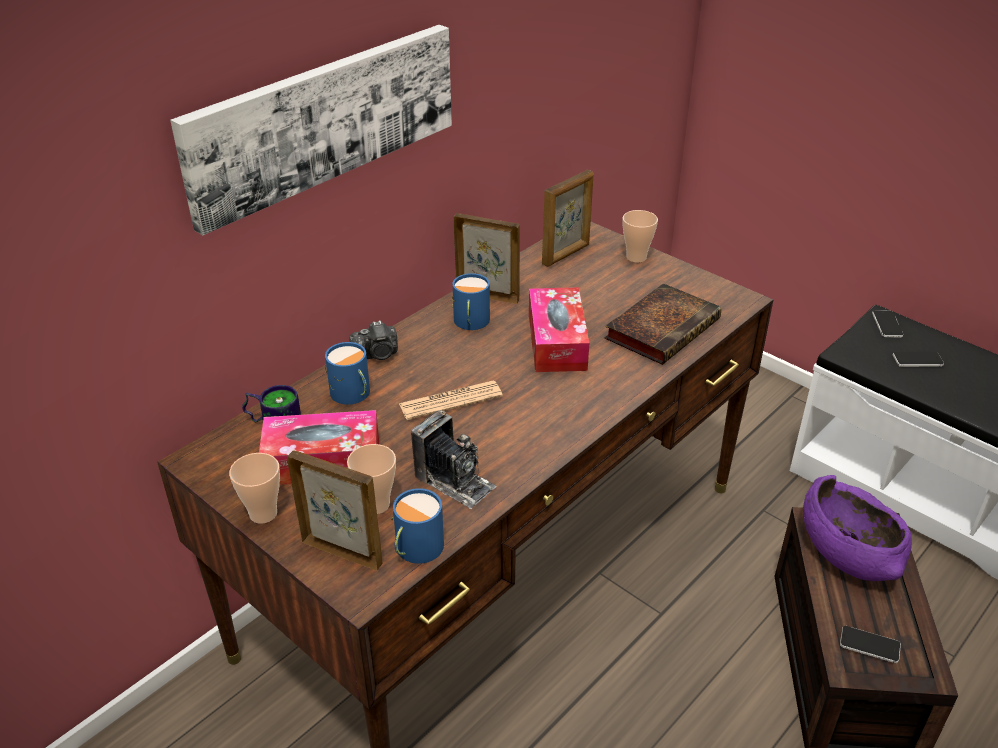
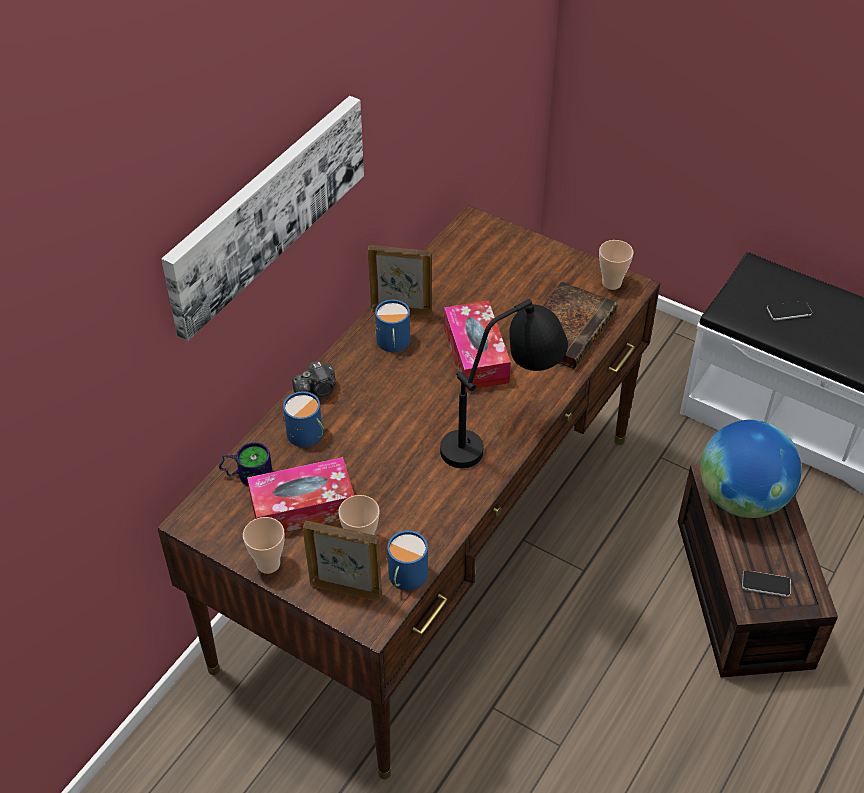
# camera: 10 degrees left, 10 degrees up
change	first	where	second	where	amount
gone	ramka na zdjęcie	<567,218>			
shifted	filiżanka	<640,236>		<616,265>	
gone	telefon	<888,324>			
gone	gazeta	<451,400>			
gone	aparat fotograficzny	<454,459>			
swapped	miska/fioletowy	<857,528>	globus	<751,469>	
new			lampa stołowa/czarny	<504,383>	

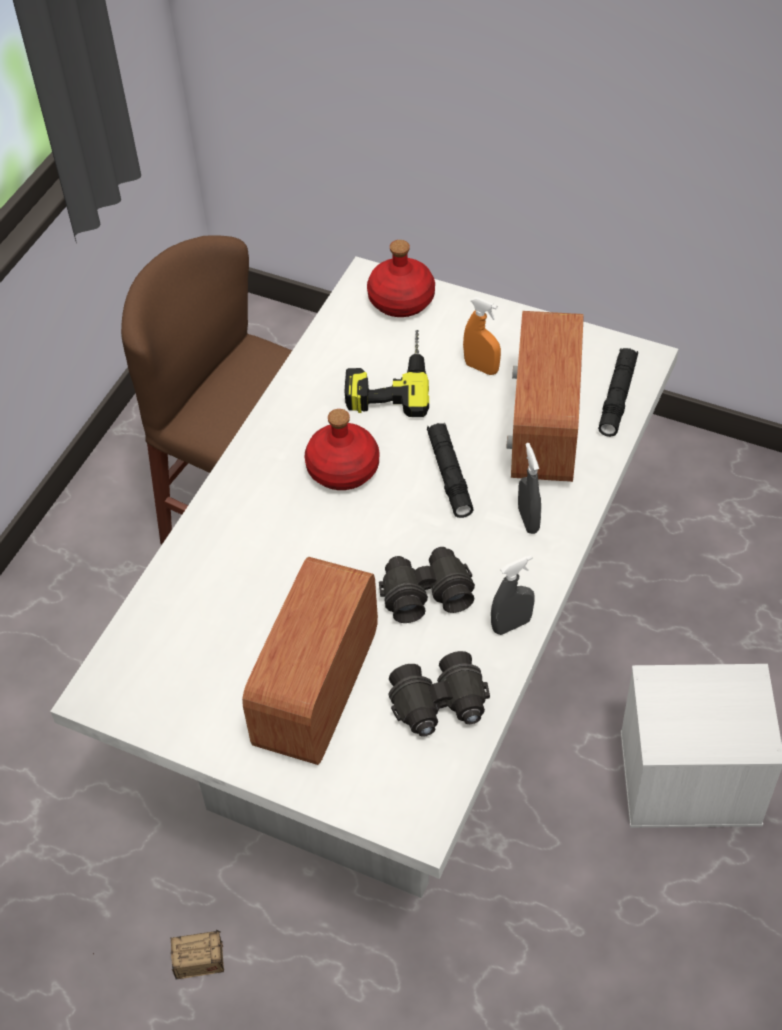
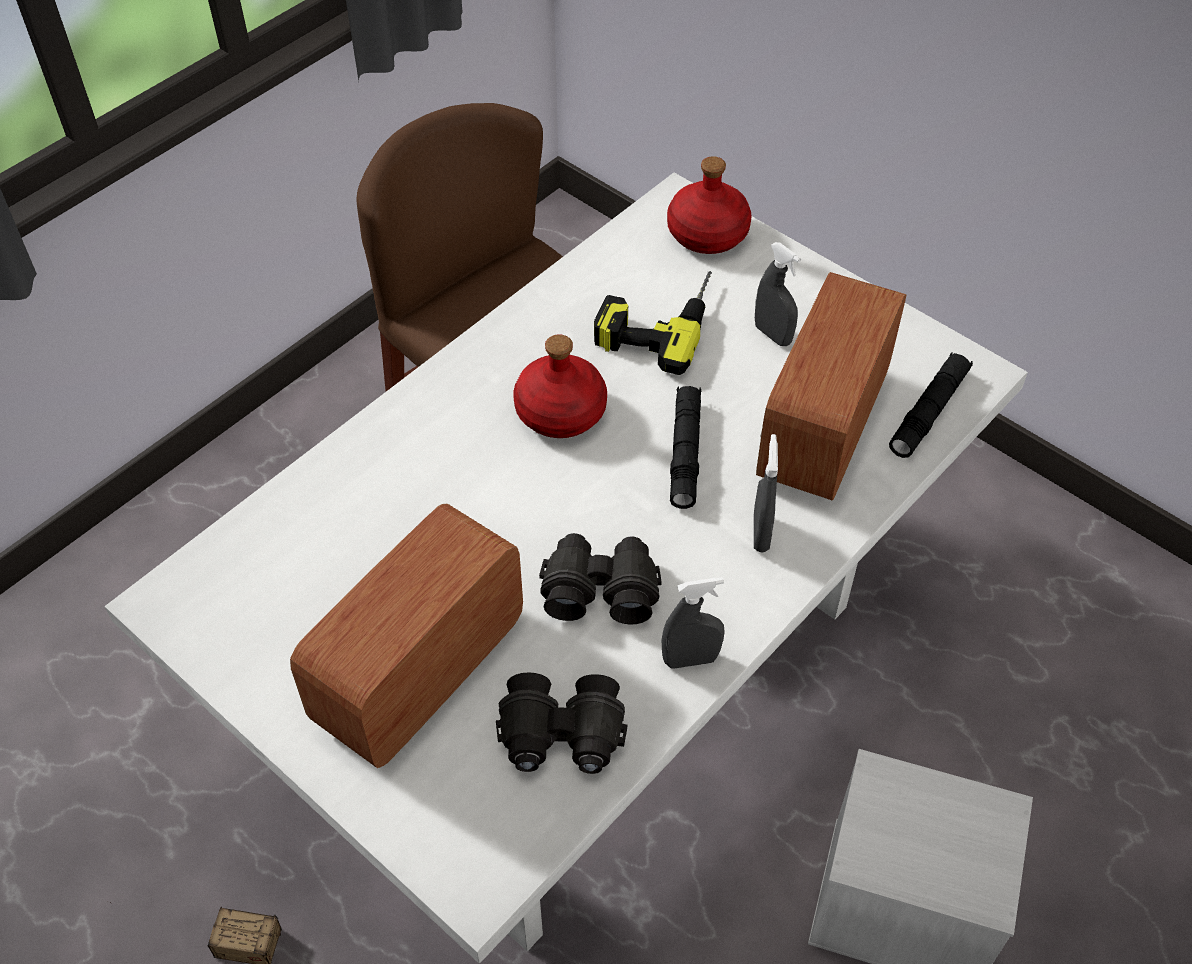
# camera: 15 degrees right, 0 degrees up
change	first	where	second	where	amount
repainted	spryskiwacz/pomarańczowy	<482,336>	spryskiwacz/szary	<778,294>	

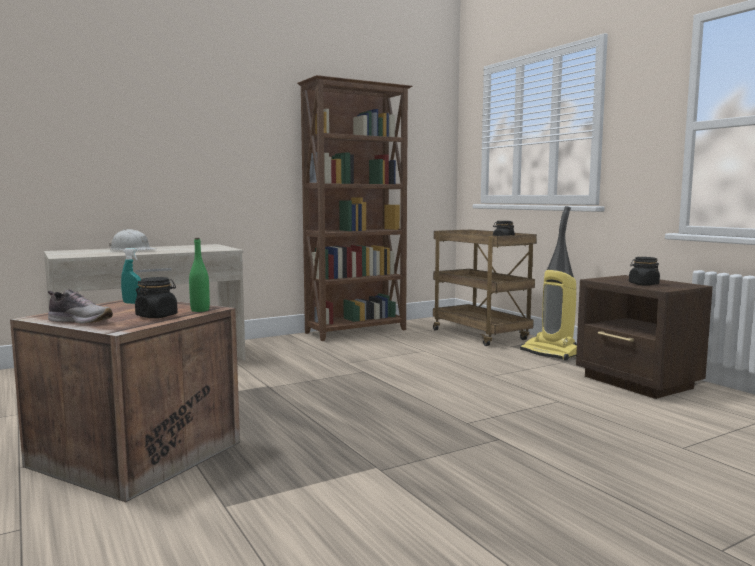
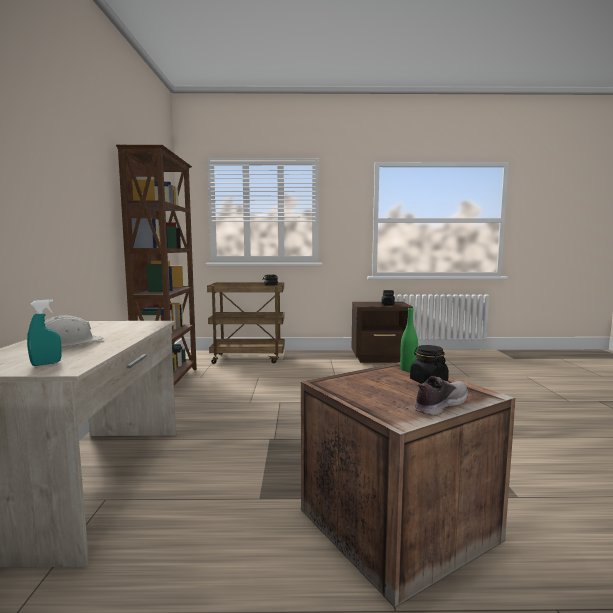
# camera: 60 degrees left, 0 degrees up
change	first	where	second	where	amount
gone	odkurzacz	<548,283>			
shifted	spryskiwacz/turkusowy	<131,276>		<44,332>	

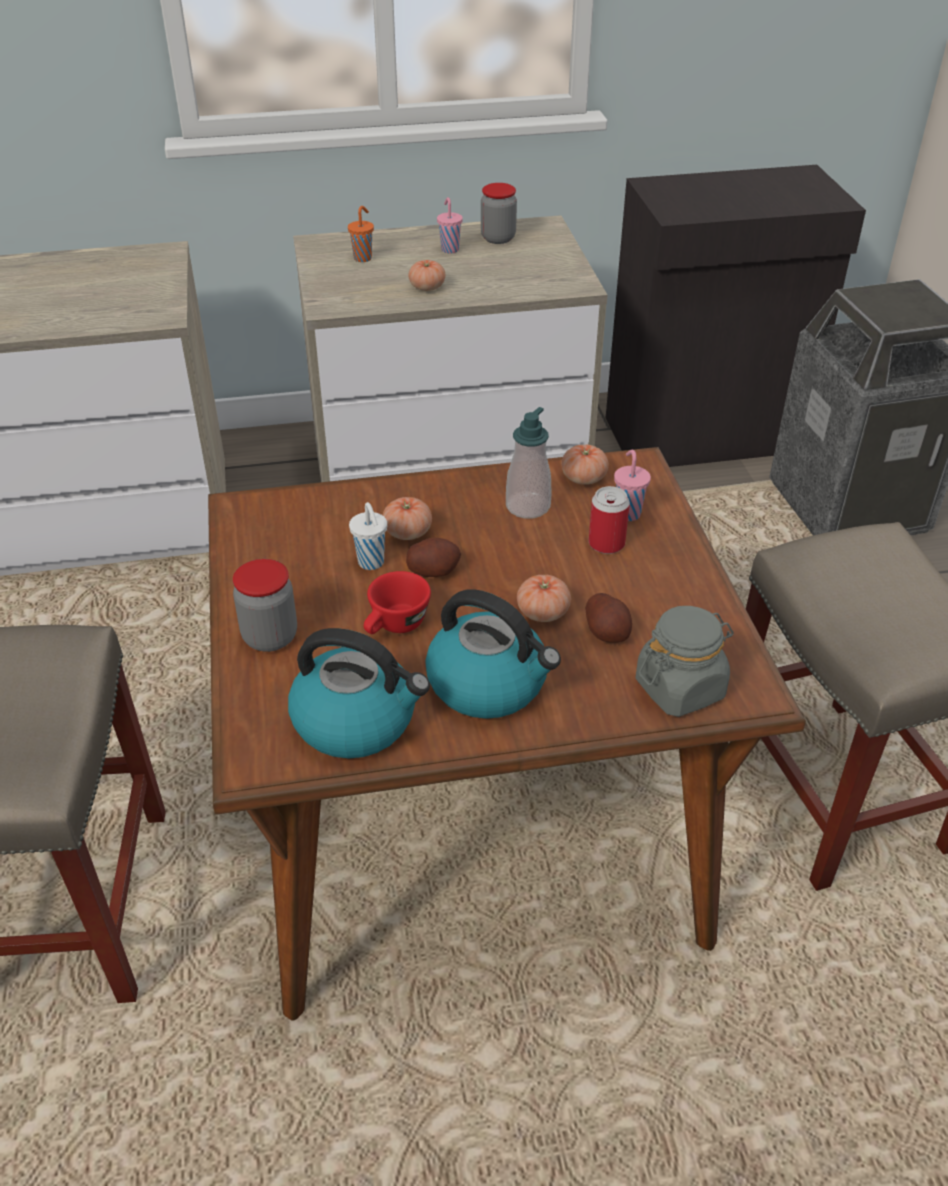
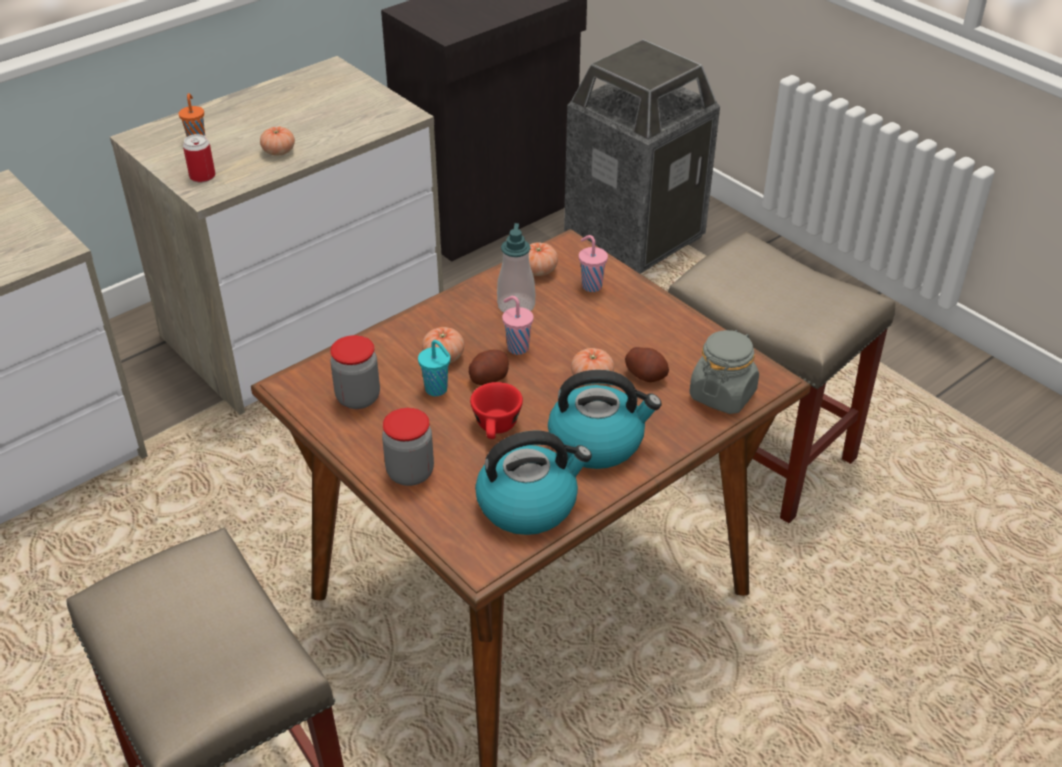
# camera: 30 degrees left, 0 degrees up
change	first	where	second	where	amount
shifted	słoik	<499,213>		<355,372>	
shifted	filiżanka/różowy	<450,225>		<517,325>	
shifted	puszka	<609,520>		<199,158>	
repainted	filiżanka/biały	<368,536>	filiżanka/turkusowy	<434,368>	

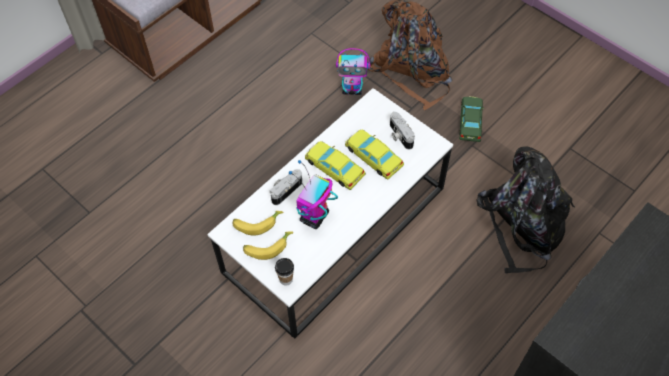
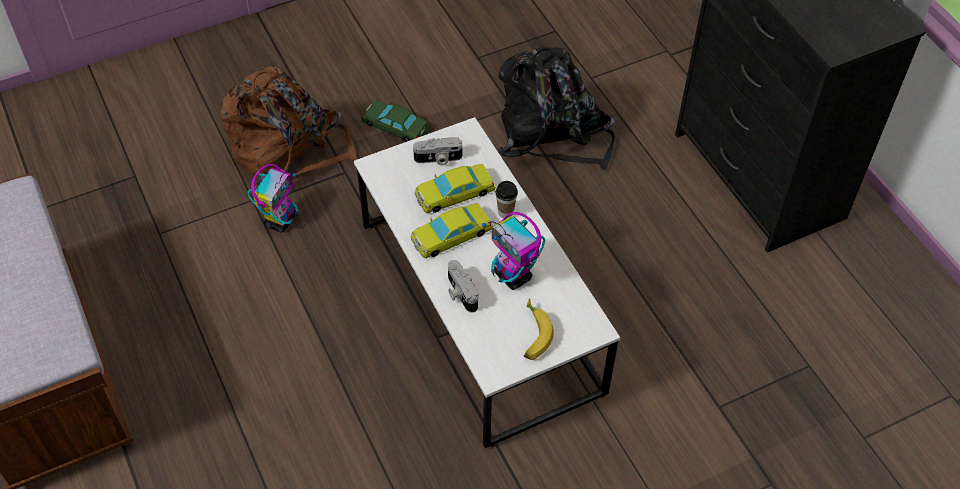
# camera: 70 degrees left, 5 degrees down
change	first	where	second	where	amount
gone	banan	<258,223>			
shifted	filiżanka	<284,272>		<506,199>	

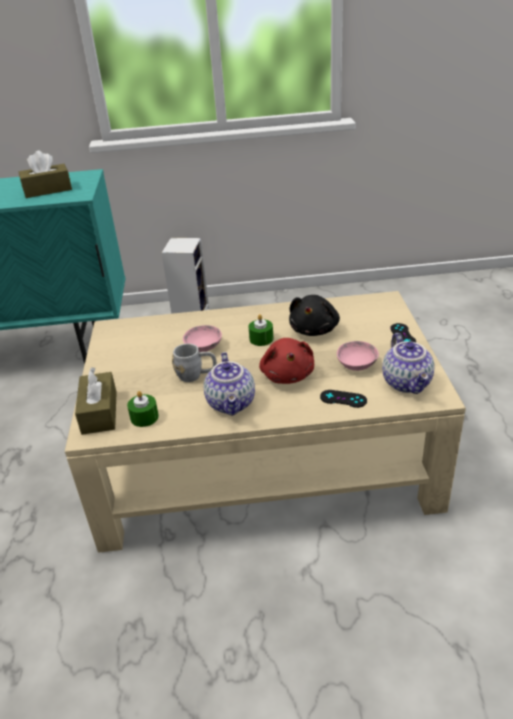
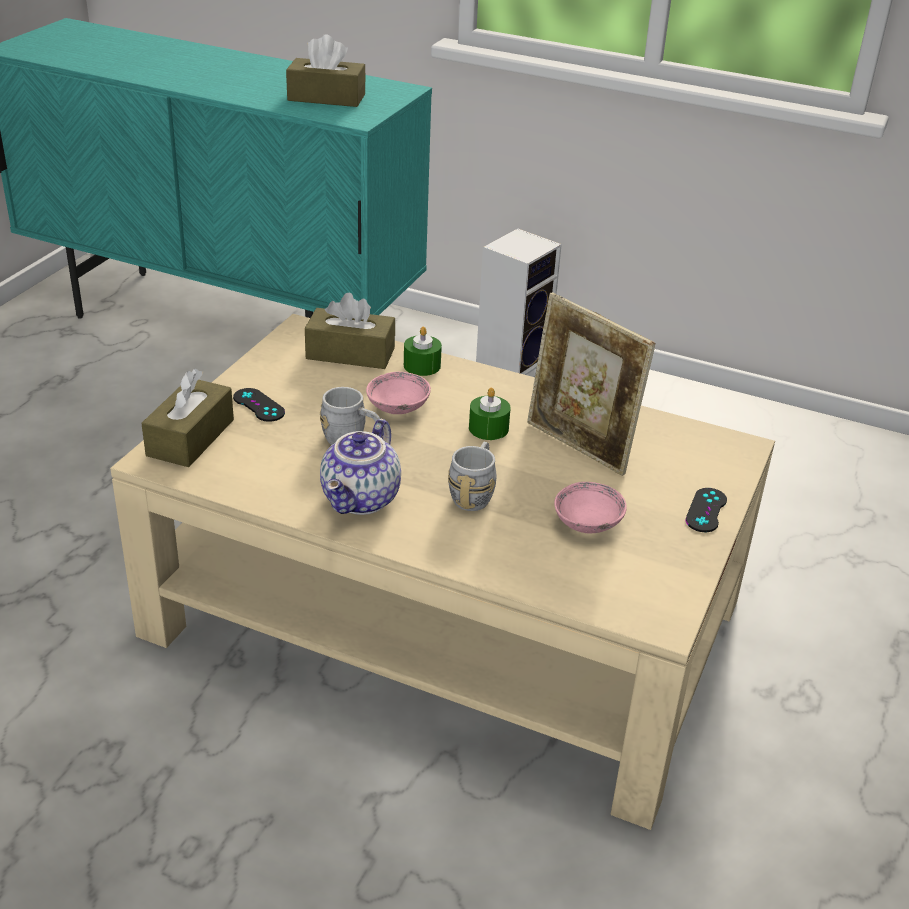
# camera: 25 degrees right, 0 degrees up
change	first	where	second	where	amount
swapped	pluszak/czarny	<314,315>	ramka na zdjęcie	<591,384>	
gone	imbryk	<408,363>			
swapped	pluszak/czerwony	<286,361>	kubek/szary	<472,476>	
shifted	pad do gier/czarny	<343,399>		<259,405>	
shifted	świeca/zielony	<143,409>		<423,351>	
new			pudełko chusteczek/brązowy	<350,331>	

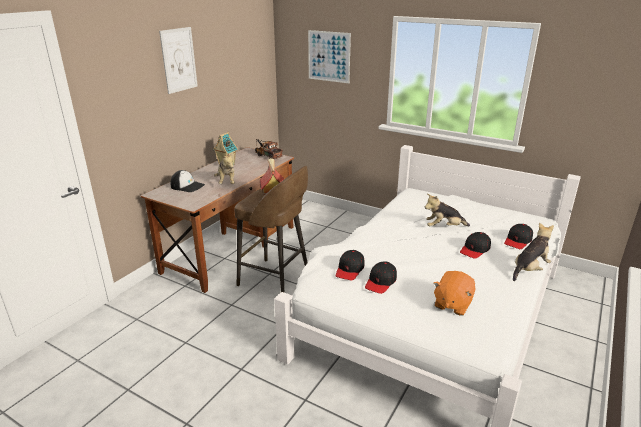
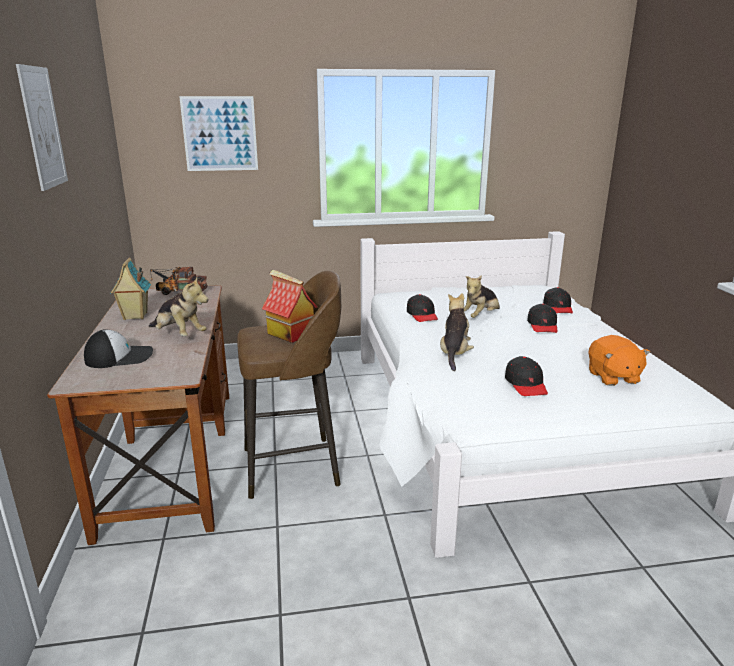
# camera: 40 degrees left, 5 degrees down
change	first	where	second	where	amount
shifted	pluszak	<533,251>		<457,332>	
shifted	czapka z daszkiem/czarny	<350,265>		<422,308>	

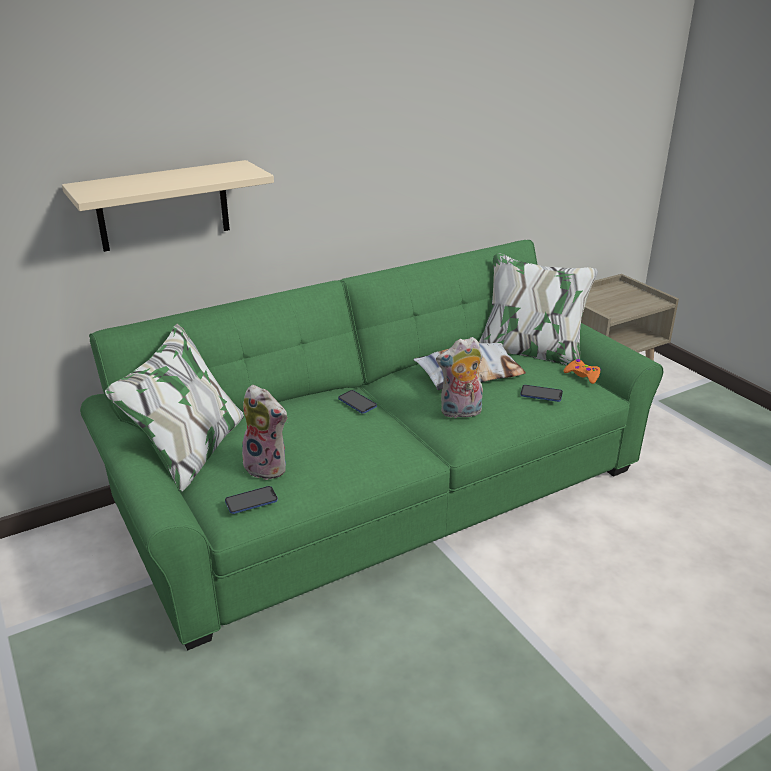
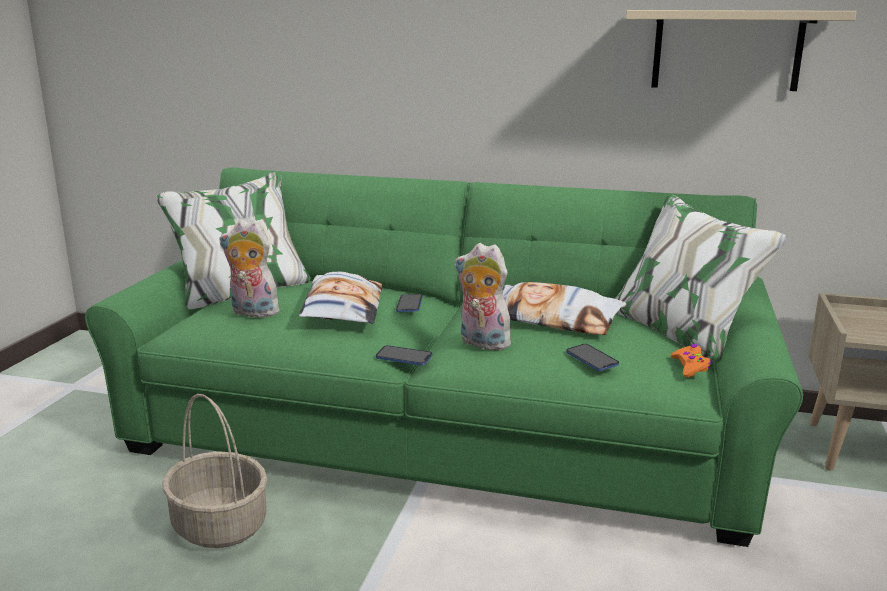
# camera: 45 degrees right, 10 degrees down
change	first	where	second	where	amount
shifted	półka/beżowy	<168,206>		<741,50>	
rotated	pluszak	<264,432>		<249,268>	120 degrees clockwise
shifted	telefon	<251,500>		<404,355>	
new			poduszka	<340,297>	
new			koszyk	<215,471>	

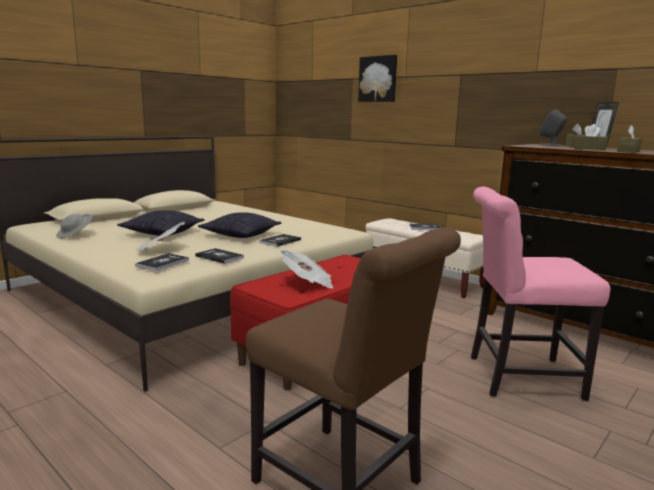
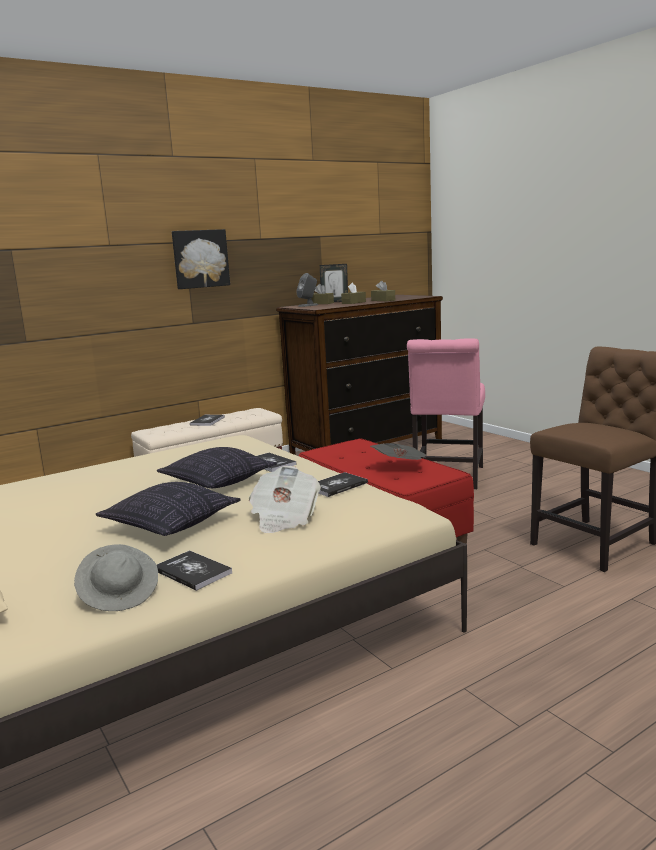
# camera: 75 degrees left, 0 degrees up
change	first	where	second	where	amount
shifted	obraz	<377,78>		<201,259>	
shifted	książka	<162,262>		<194,570>	

